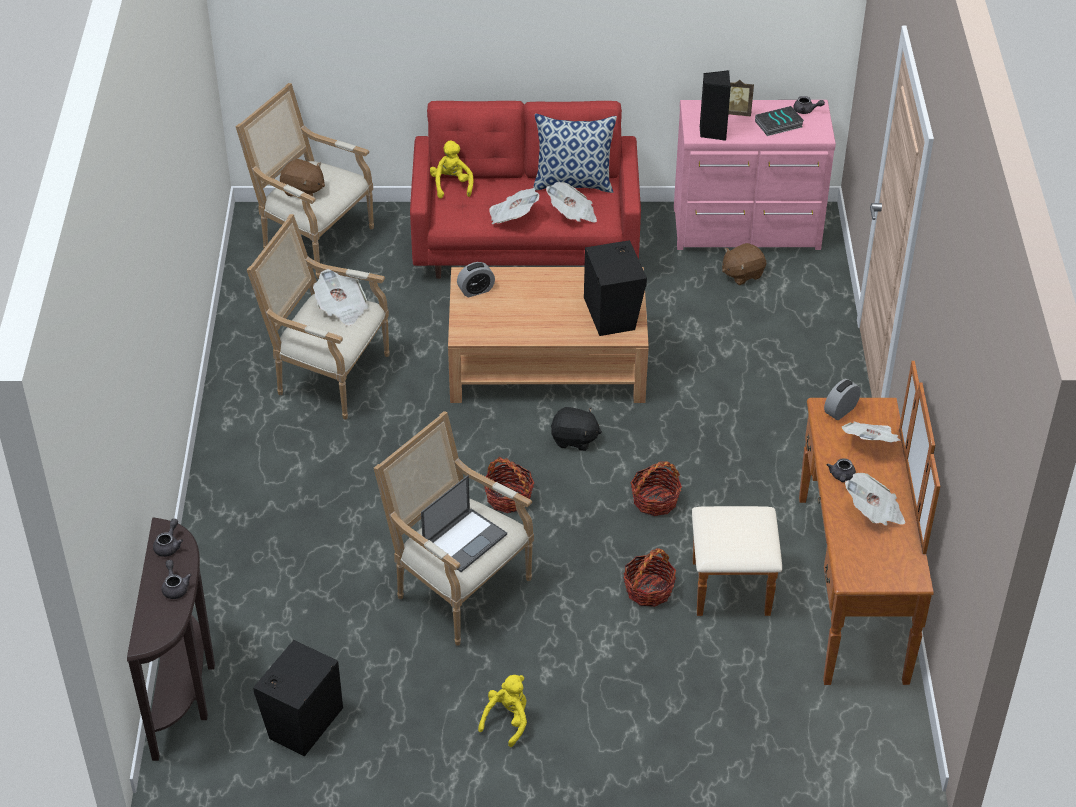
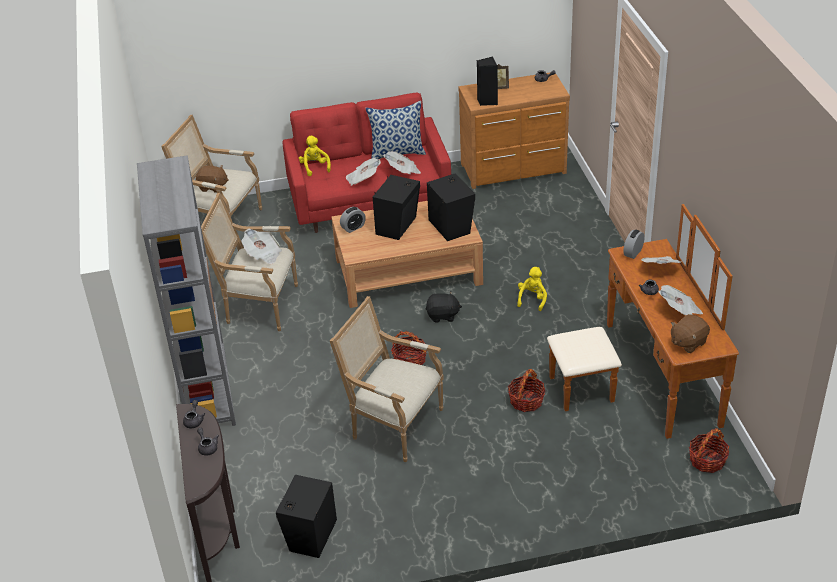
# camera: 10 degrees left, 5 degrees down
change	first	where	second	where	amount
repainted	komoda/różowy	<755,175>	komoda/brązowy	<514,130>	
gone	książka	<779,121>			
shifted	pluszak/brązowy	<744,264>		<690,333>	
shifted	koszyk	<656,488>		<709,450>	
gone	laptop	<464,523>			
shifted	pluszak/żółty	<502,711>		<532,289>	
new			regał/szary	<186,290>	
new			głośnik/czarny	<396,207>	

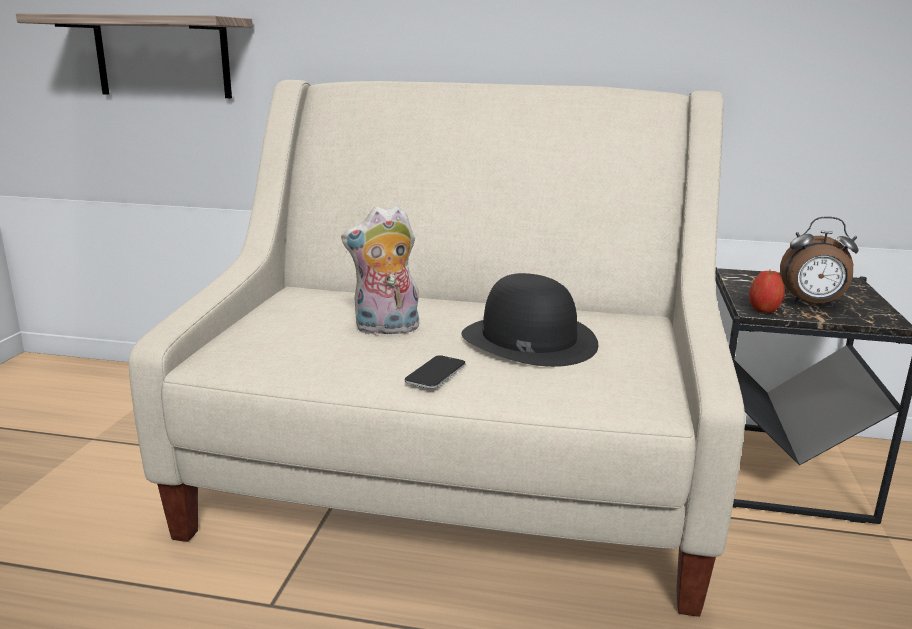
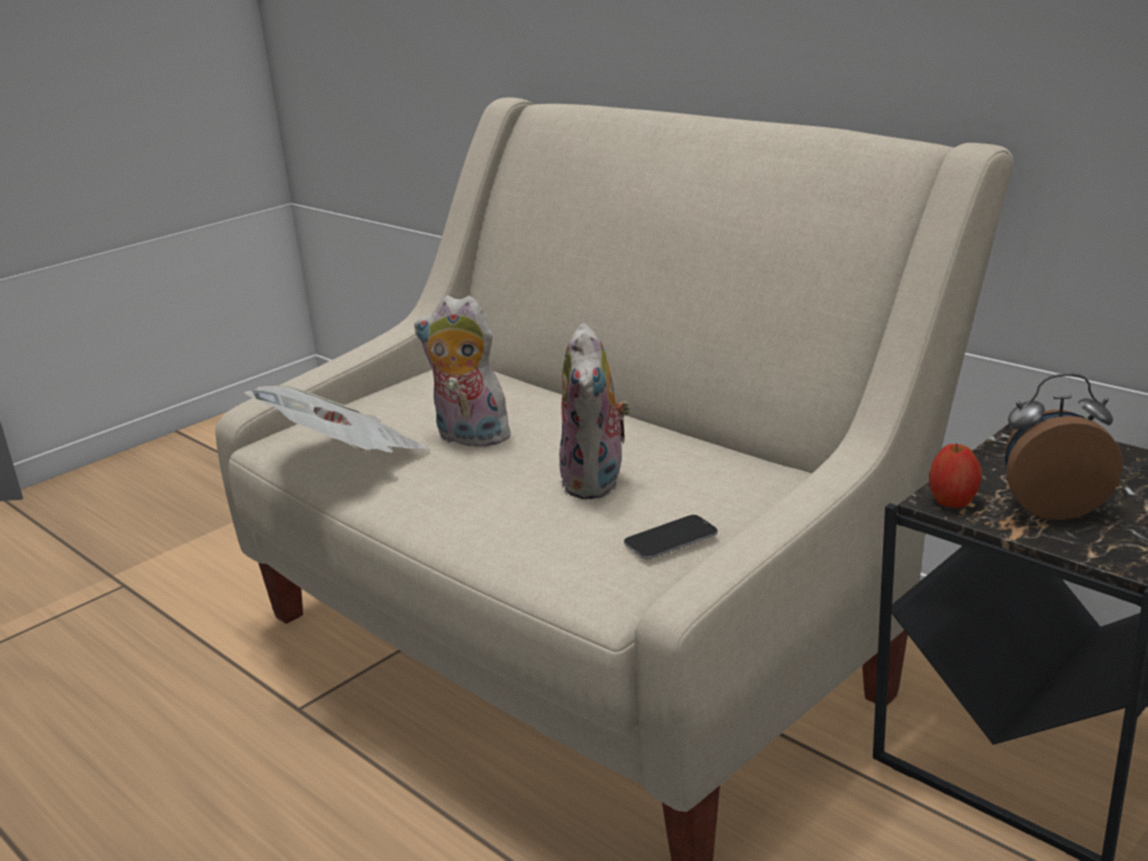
# camera: 35 degrees right, 5 degrees up
change	first	where	second	where	amount
gone	półka	<134,55>			
rotated	budzik	<819,262>		<1064,446>	135 degrees clockwise
swapped	kapelusz/czarny	<530,320>	pluszak	<595,411>	
shifted	telefon	<435,372>		<671,537>	
new			gazeta	<336,419>	

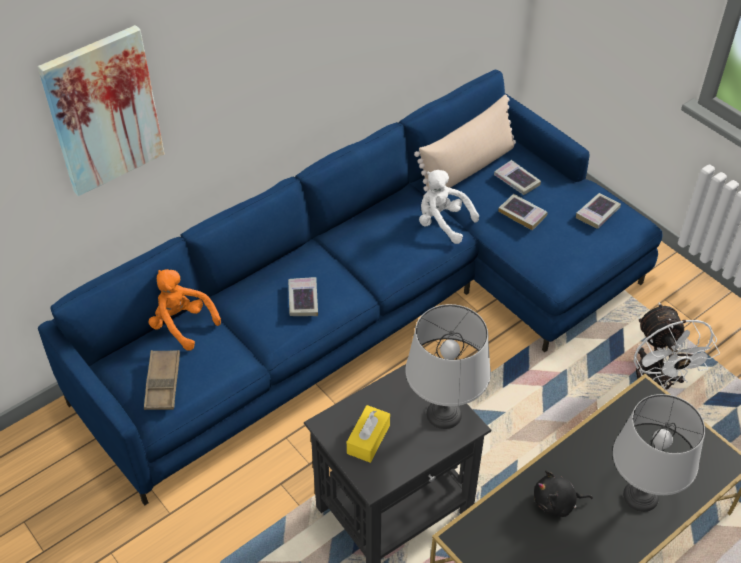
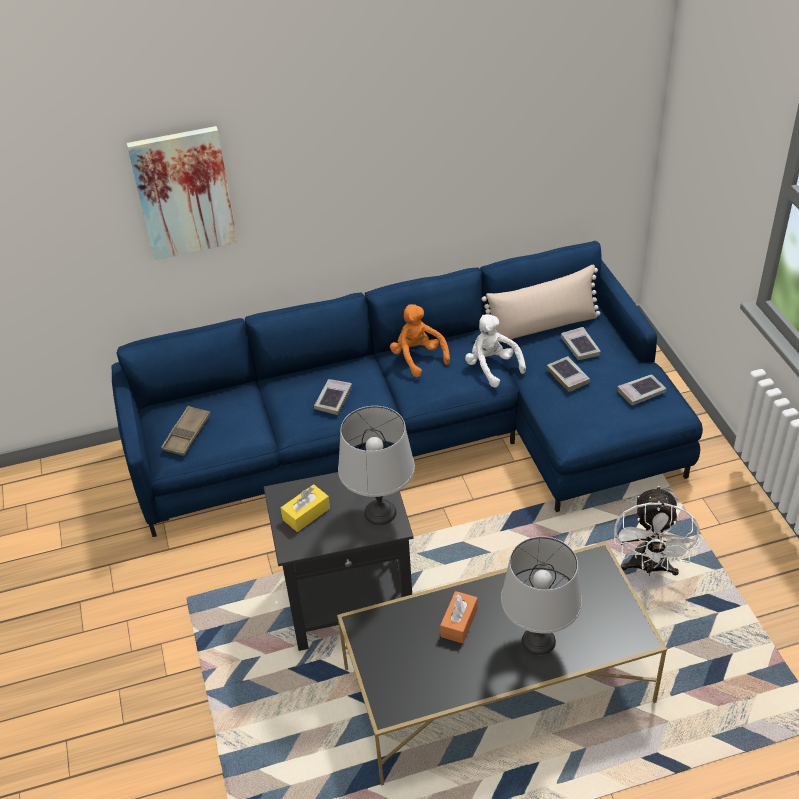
# camera: 25 degrees right, 5 degrees down
change	first	where	second	where	amount
shifted	pluszak/pomarańczowy	<185,310>		<420,340>	
swapped	pluszak/czarny	<563,493>	pudełko chusteczek/pomarańczowy	<459,617>	

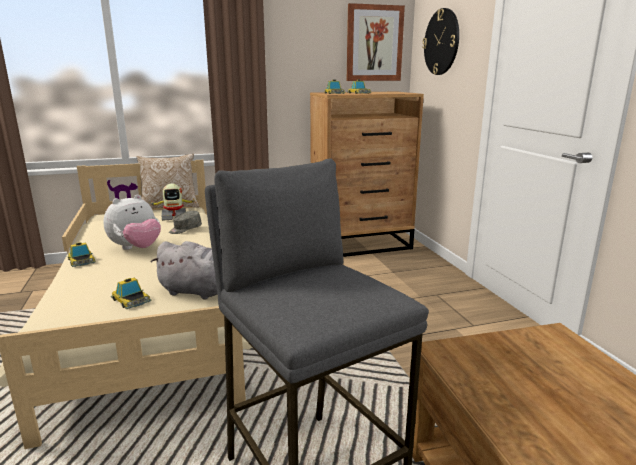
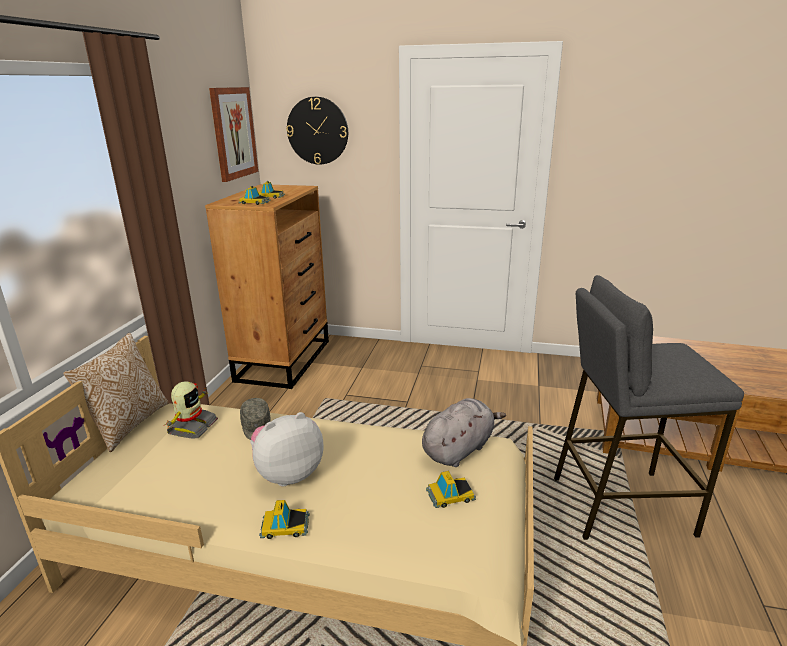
# camera: 60 degrees left, 5 degrees up
change	first	where	second	where	amount
rotated	pluszak	<132,222>		<287,449>	105 degrees counterclockwise

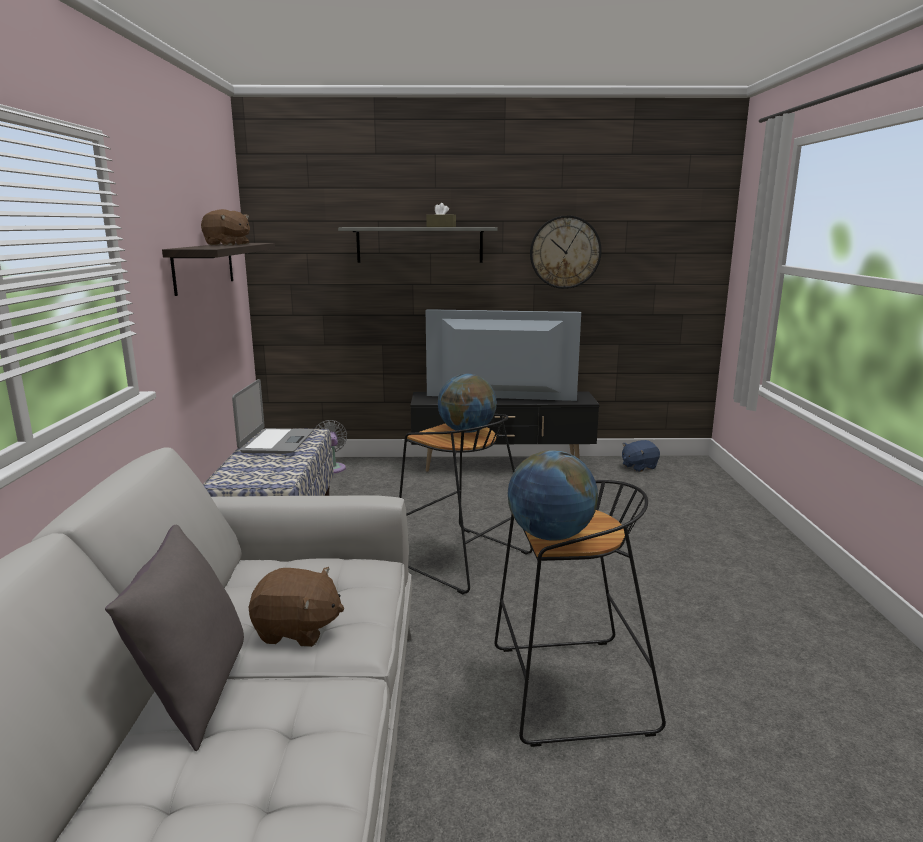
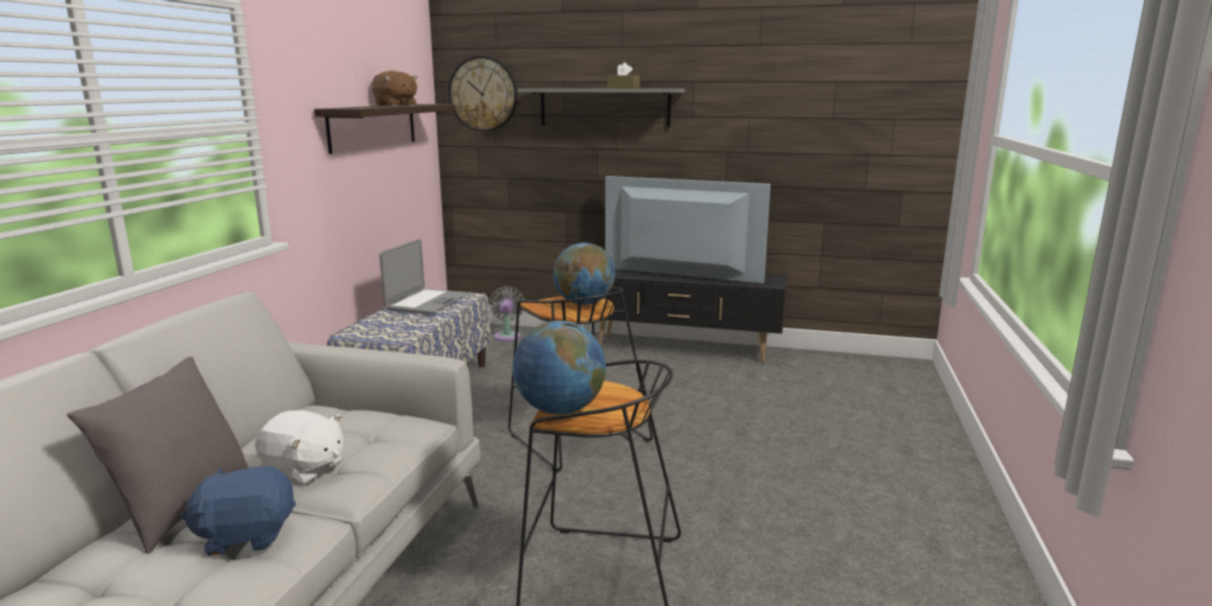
# camera: 15 degrees right, 0 degrees up
change	first	where	second	where	amount
shifted	zegar ścienny	<566,252>		<483,94>	
shifted	pluszak/niebieski	<641,456>		<238,511>	
repainted	pluszak/brązowy	<296,607>	pluszak/biały	<299,447>	

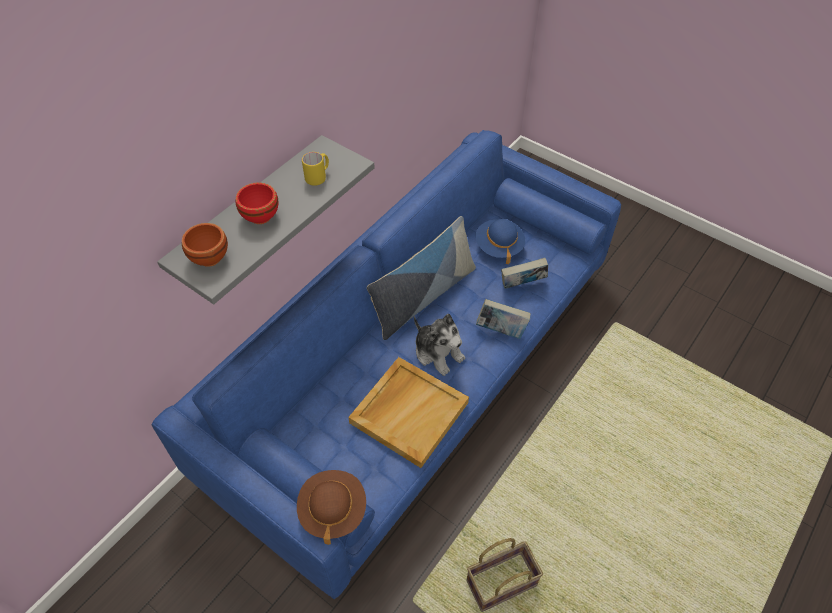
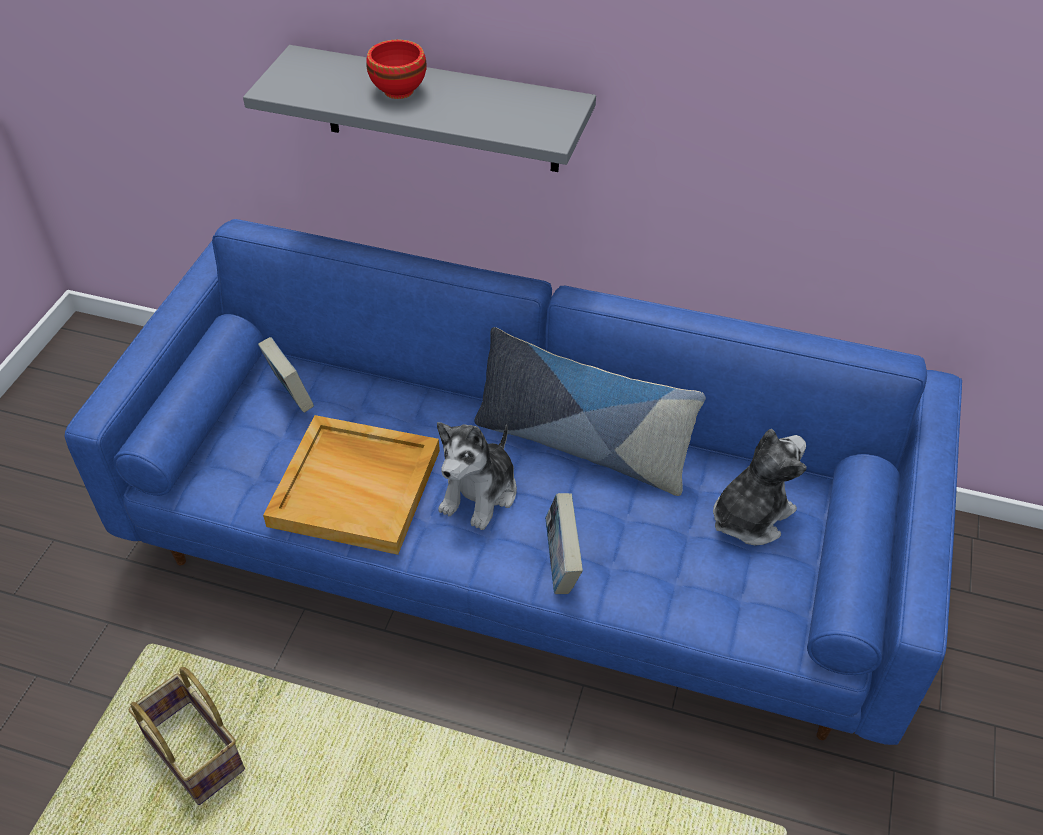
# camera: 70 degrees right, 5 degrees down
change	first	where	second	where	amount
gone	kubek/żółty	<315,169>			
swapped	kapelusz/niebieski	<500,241>	pluszak	<760,487>	
gone	miska/brązowy	<205,245>			
shifted	książka	<524,273>		<286,375>	
gone	kapelusz/brązowy	<331,507>			

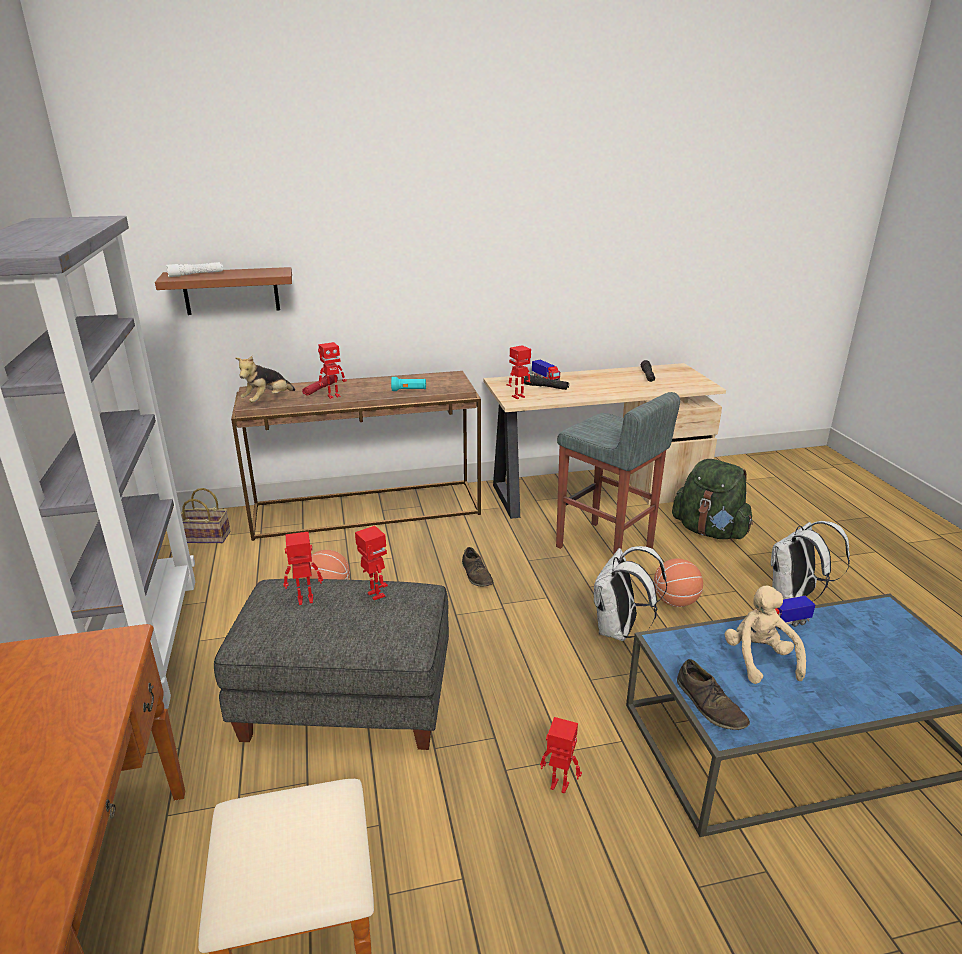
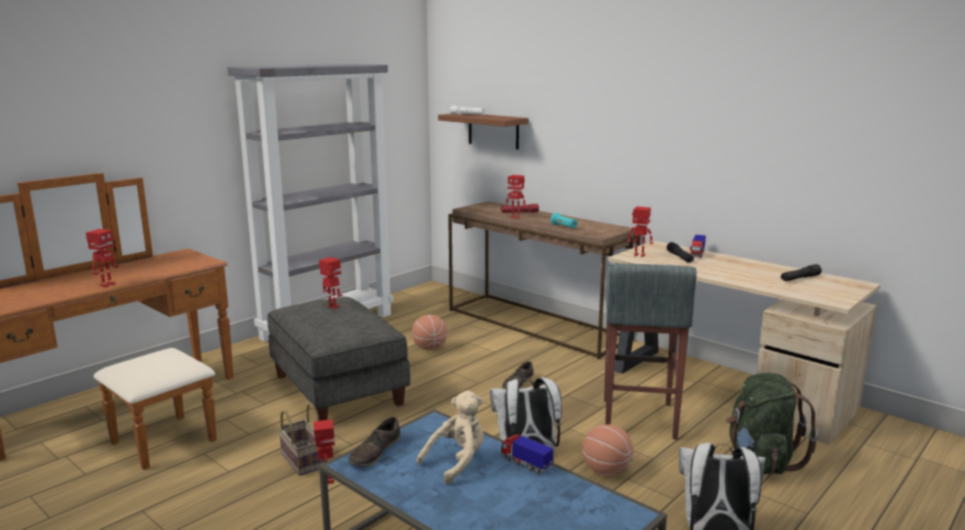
# camera: 55 degrees right, 10 degrees down
change	first	where	second	where	amount
gone	pluszak	<265,379>			
shifted	koszyk	<205,515>		<301,439>	
shifted	robot zabawkowy	<371,563>		<102,258>	

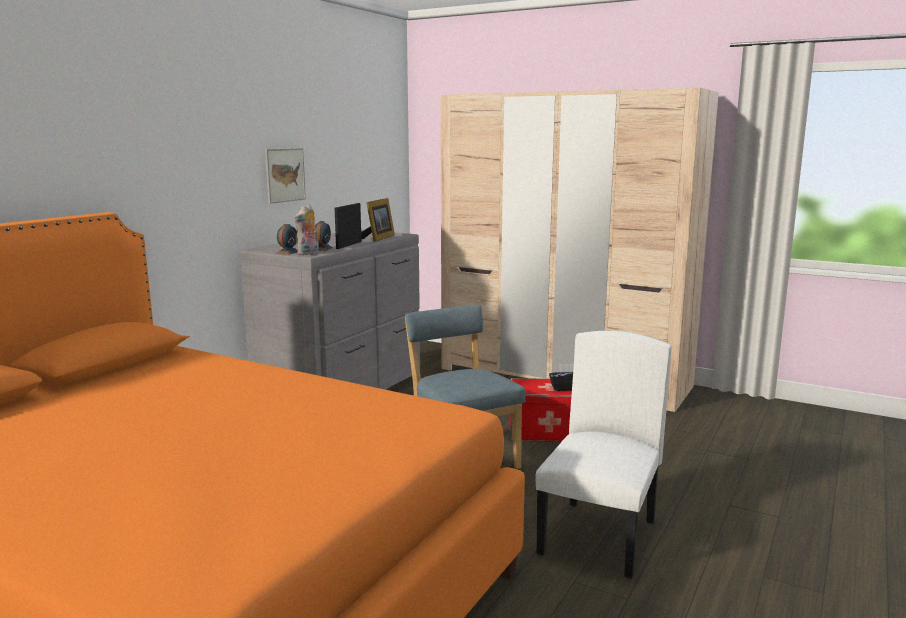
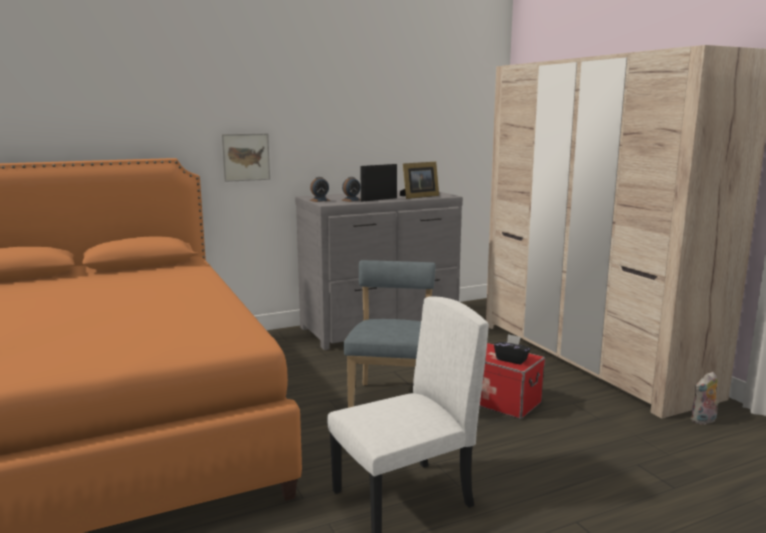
# camera: 35 degrees right, 0 degrees up
change	first	where	second	where	amount
shifted	obraz	<285,176>		<245,157>	
shifted	pluszak	<307,230>		<704,398>	

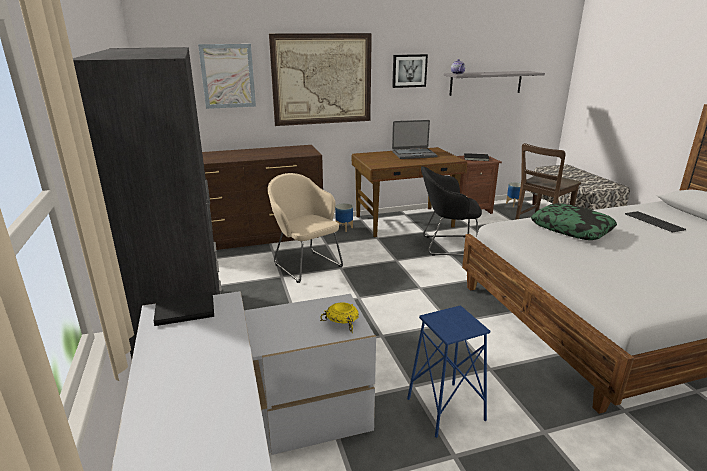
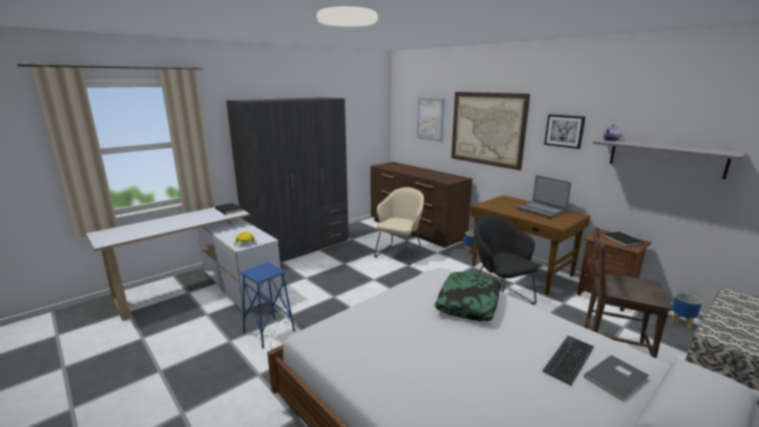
# camera: 65 degrees right, 5 degrees down
change	first	where	second	where	amount
new			książka/szary	<616,378>	

